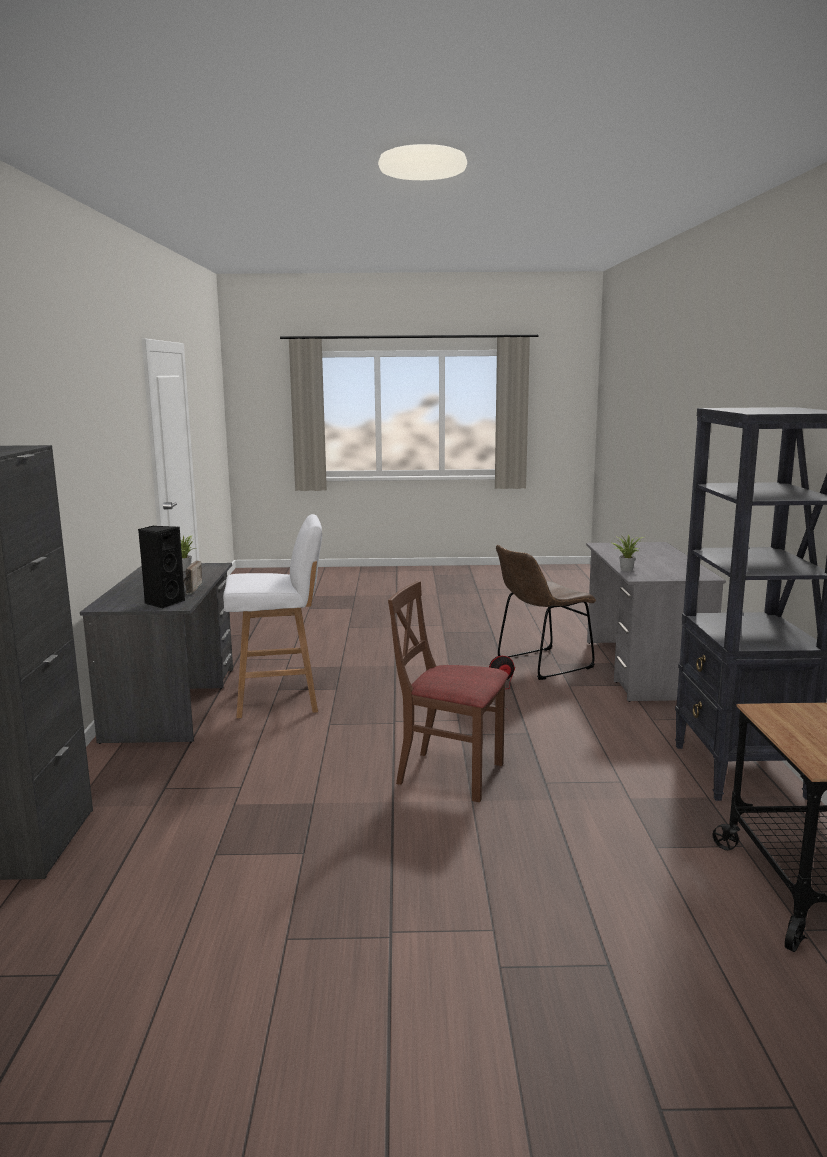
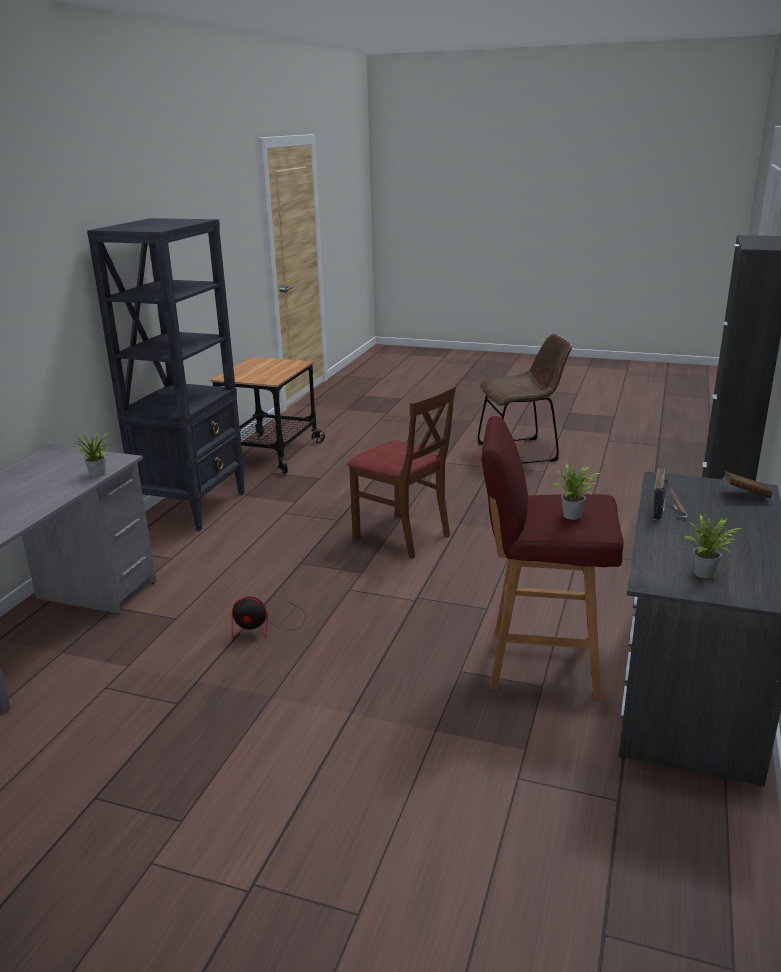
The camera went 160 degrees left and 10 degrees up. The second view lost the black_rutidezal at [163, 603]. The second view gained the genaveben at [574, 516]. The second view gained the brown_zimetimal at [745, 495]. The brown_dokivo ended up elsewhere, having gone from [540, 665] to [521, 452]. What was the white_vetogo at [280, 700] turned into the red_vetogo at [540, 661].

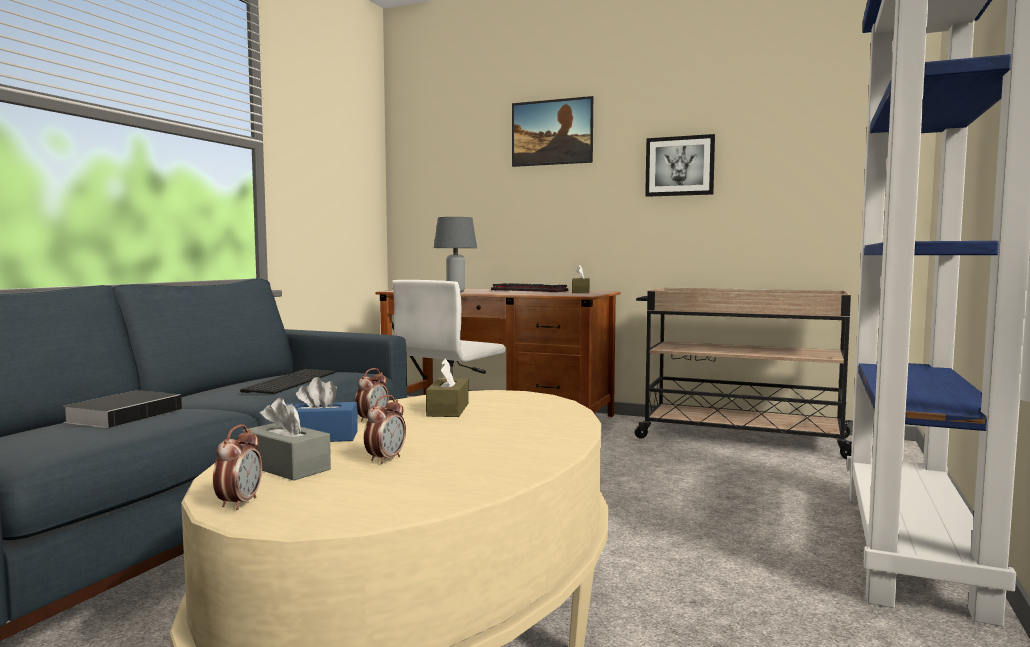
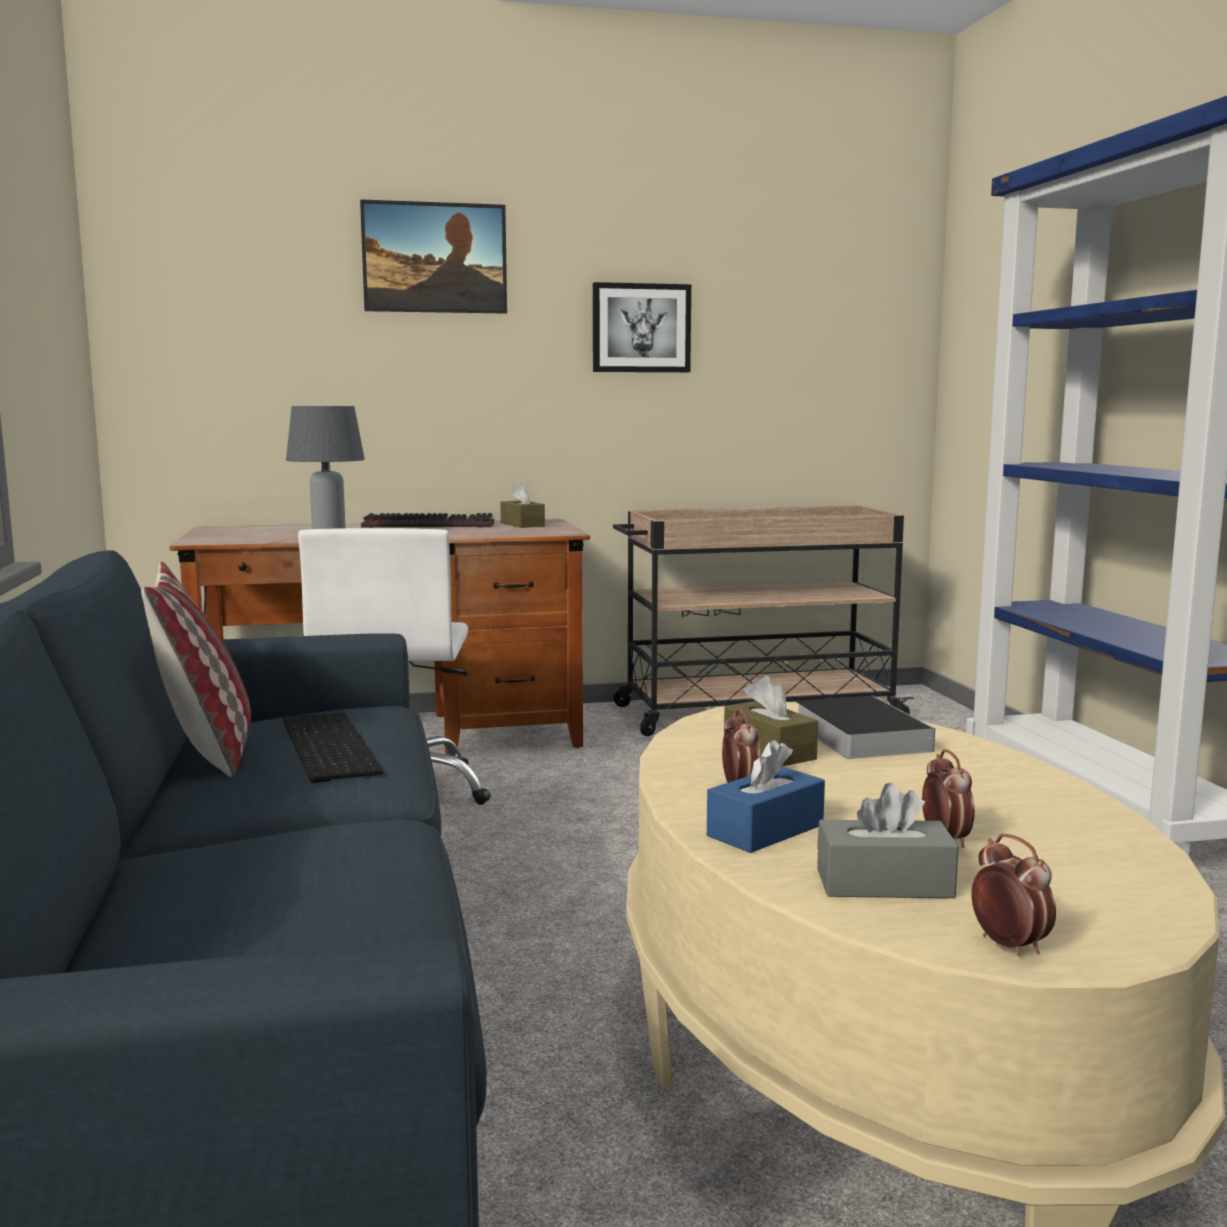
The camera went 35 degrees left and 5 degrees up. The second view gained the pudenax at [206, 750]. The zimetimal ended up elsewhere, having gone from [126, 415] to [857, 735].

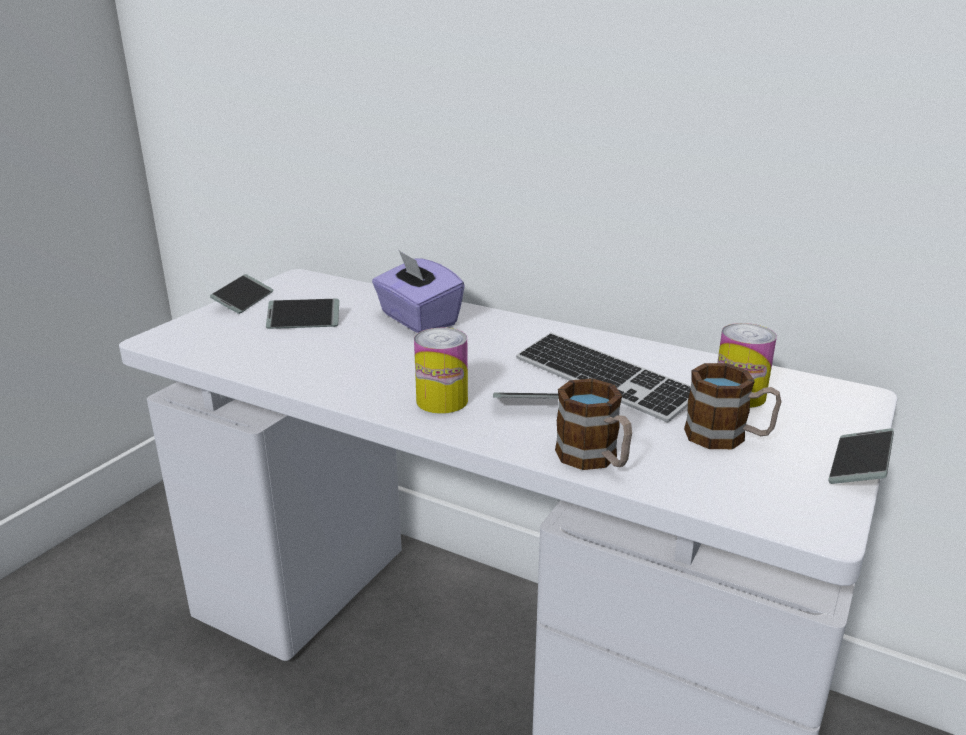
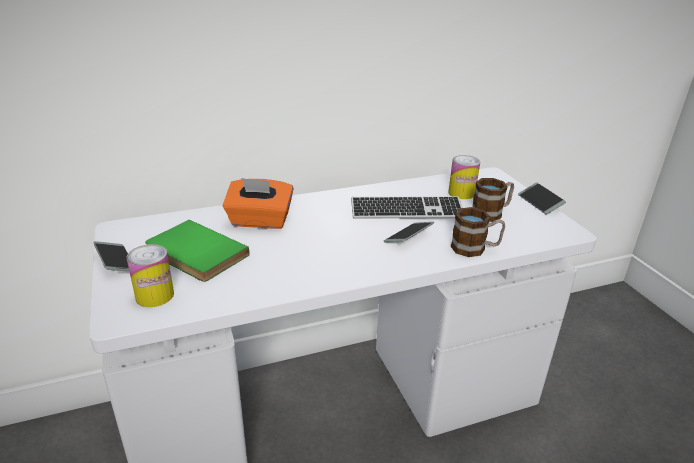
The camera went 50 degrees left and 5 degrees up. The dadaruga ended up elsewhere, having gone from [442, 401] to [155, 295]. Where the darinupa stood at [304, 321], the green_zimetimal came to stand at [194, 254]. What was the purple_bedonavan at [417, 319] turned into the orange_bedonavan at [260, 221].

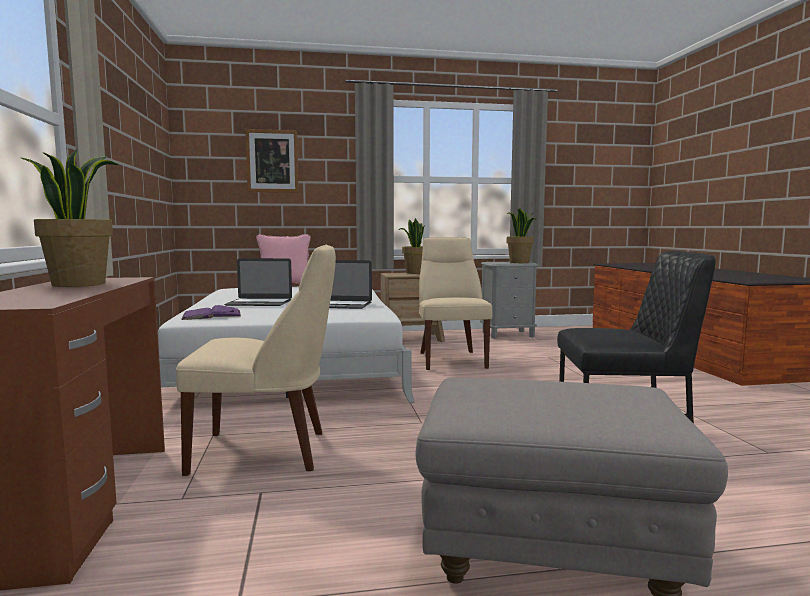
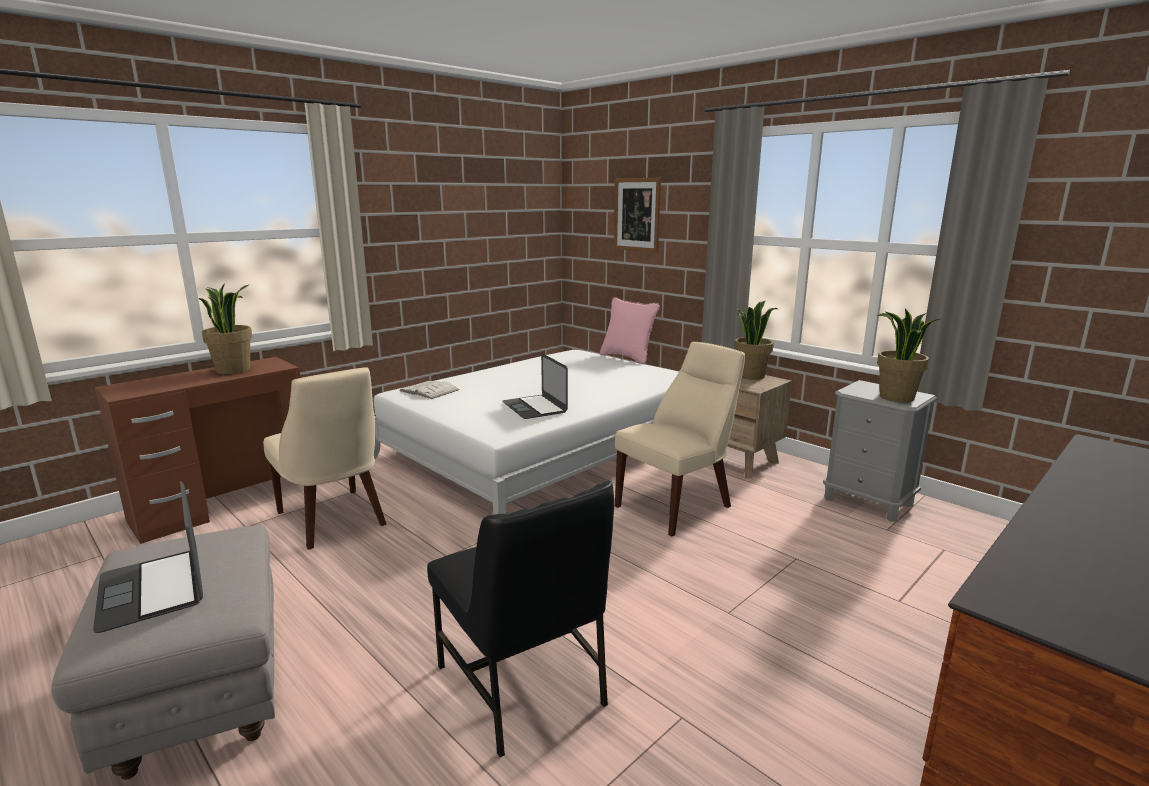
The camera went 55 degrees right and 10 degrees up. The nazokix ended up elsewhere, having gone from [259, 303] to [152, 589]. What was the purple_zimetimal at [212, 315] turned into the white_zimetimal at [429, 390].

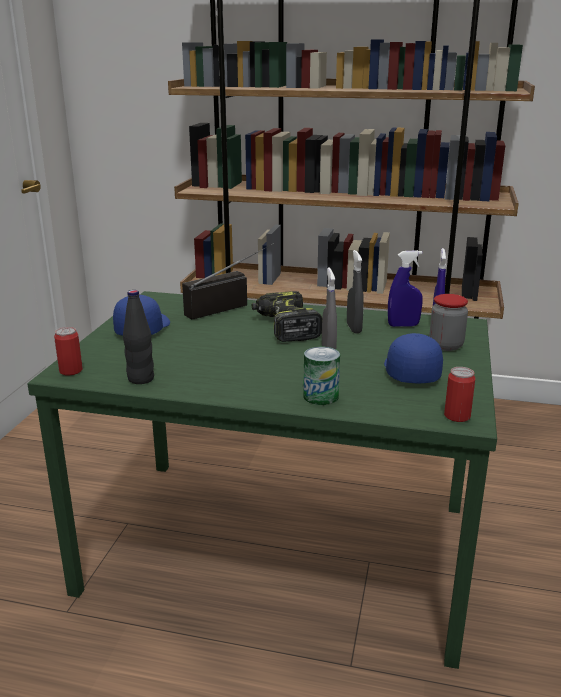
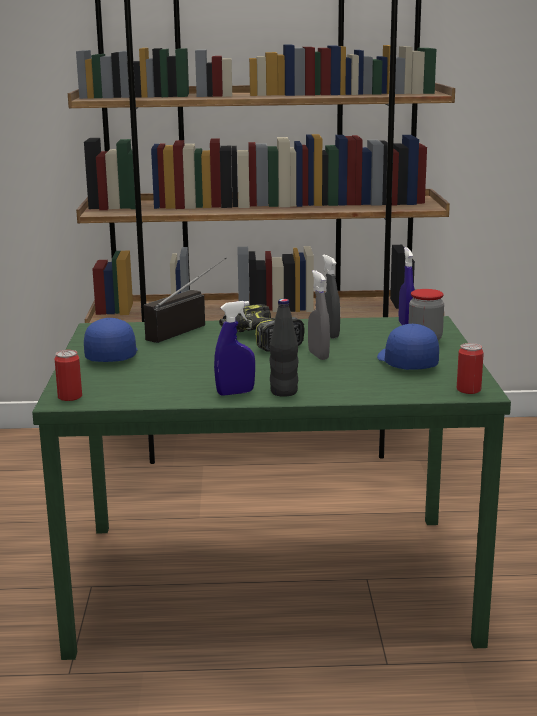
The camera went 15 degrees left and 5 degrees down. The second view lost the dadaruga at [320, 396]. The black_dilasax ended up elsewhere, having gone from [141, 379] to [284, 392]. The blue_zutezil ended up elsewhere, having gone from [403, 325] to [235, 393].

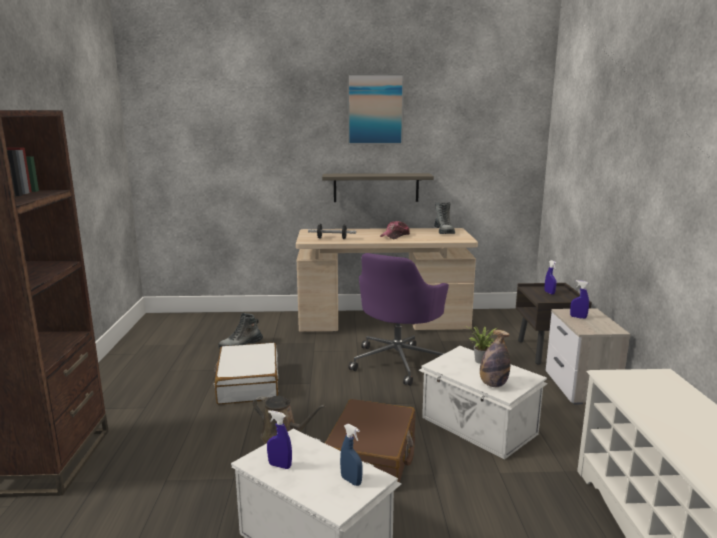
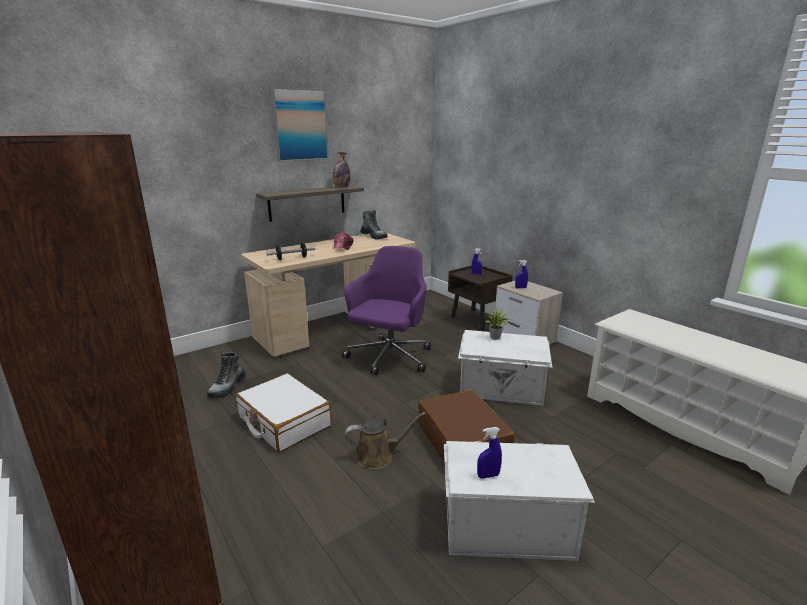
The camera went 35 degrees left and 5 degrees up. The second view lost the blue_zutezil at [351, 481]. The dilasax ended up elsewhere, having gone from [493, 384] to [341, 187]. The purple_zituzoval at [398, 361] ended up facing another way, 150 degrees counterclockwise from before.

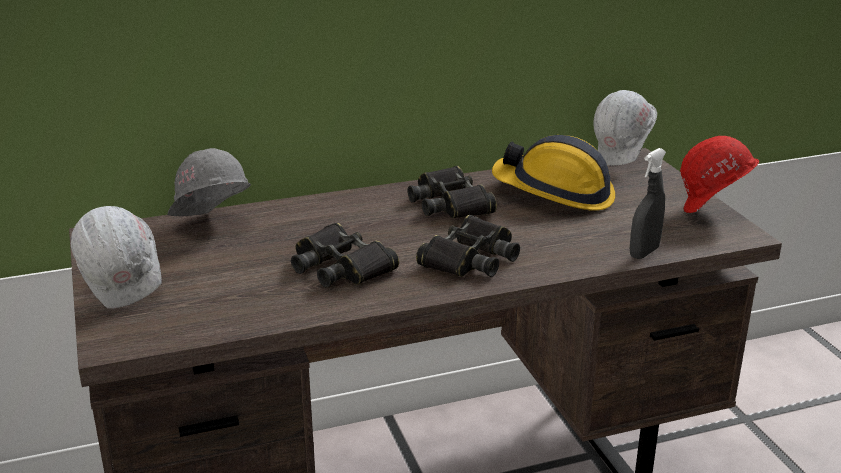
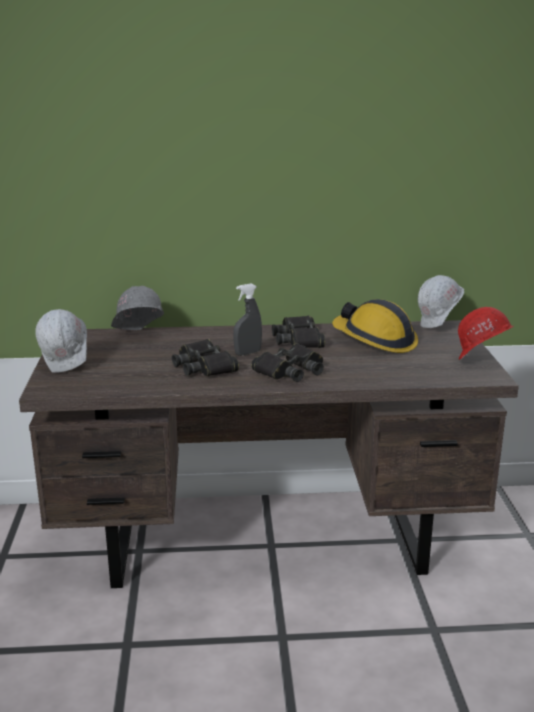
The camera went 15 degrees right and 5 degrees down. The grey_zutezil ended up elsewhere, having gone from [644, 252] to [247, 353].

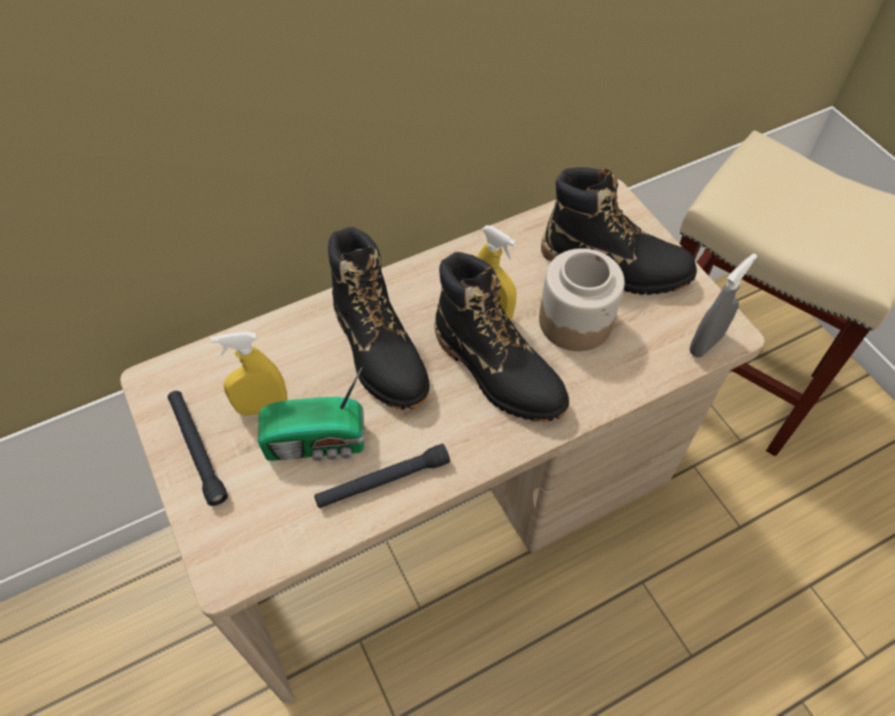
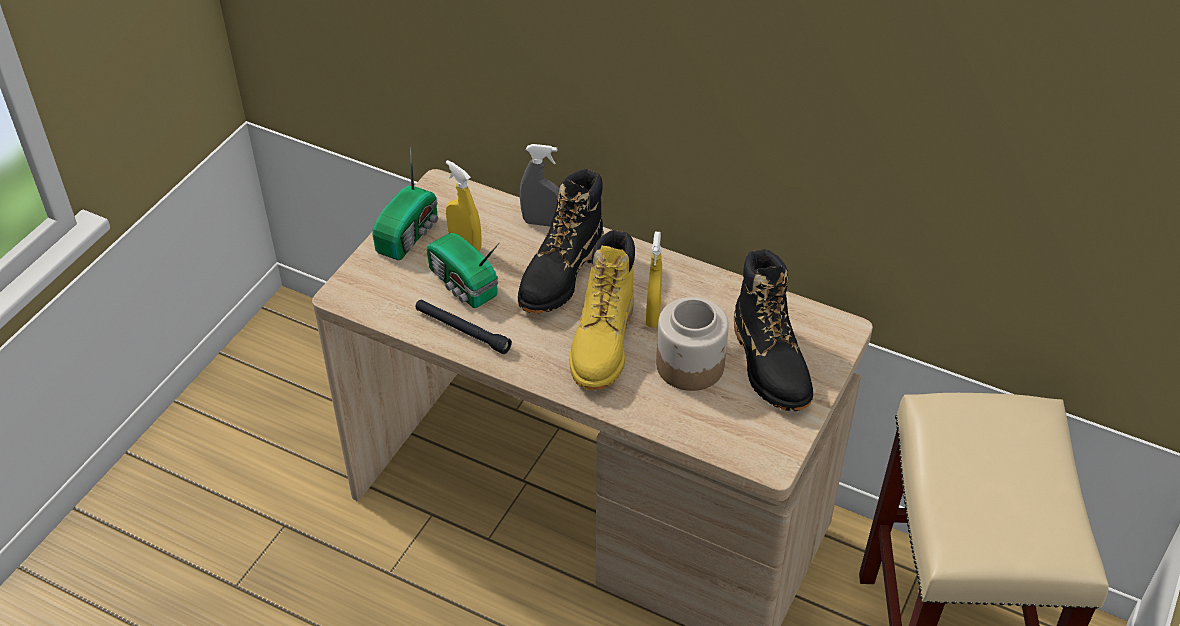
The camera went 55 degrees right and 10 degrees down. The grey_zutezil ended up elsewhere, having gone from [705, 343] to [542, 222]. Where the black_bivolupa stood at [197, 449], the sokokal came to stand at [410, 234]. What was the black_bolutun at [497, 370] turned into the yellow_bolutun at [603, 343].

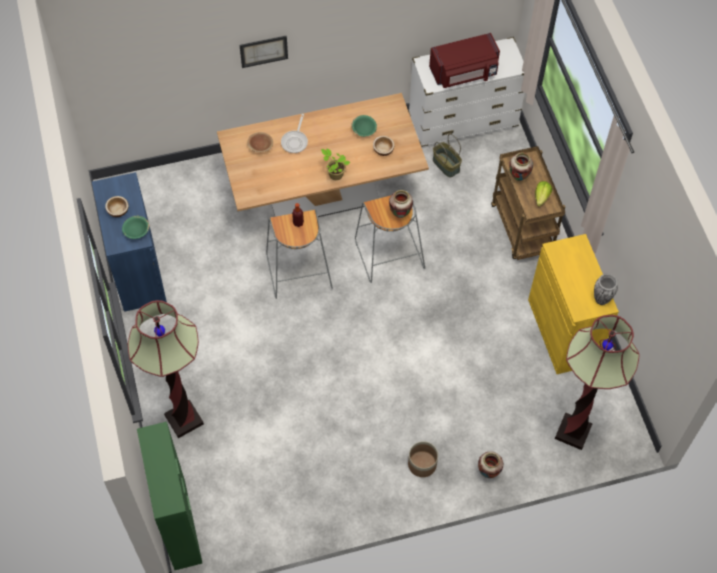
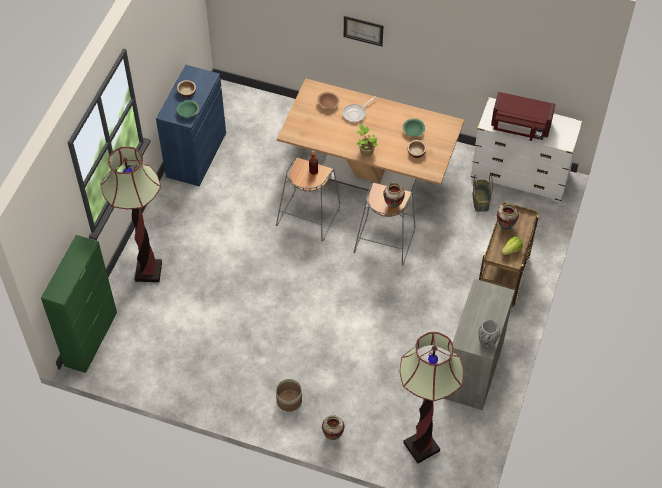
The camera went 35 degrees right and 5 degrees down. What was the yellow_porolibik at [562, 331] turned into the grey_porolibik at [473, 370].

